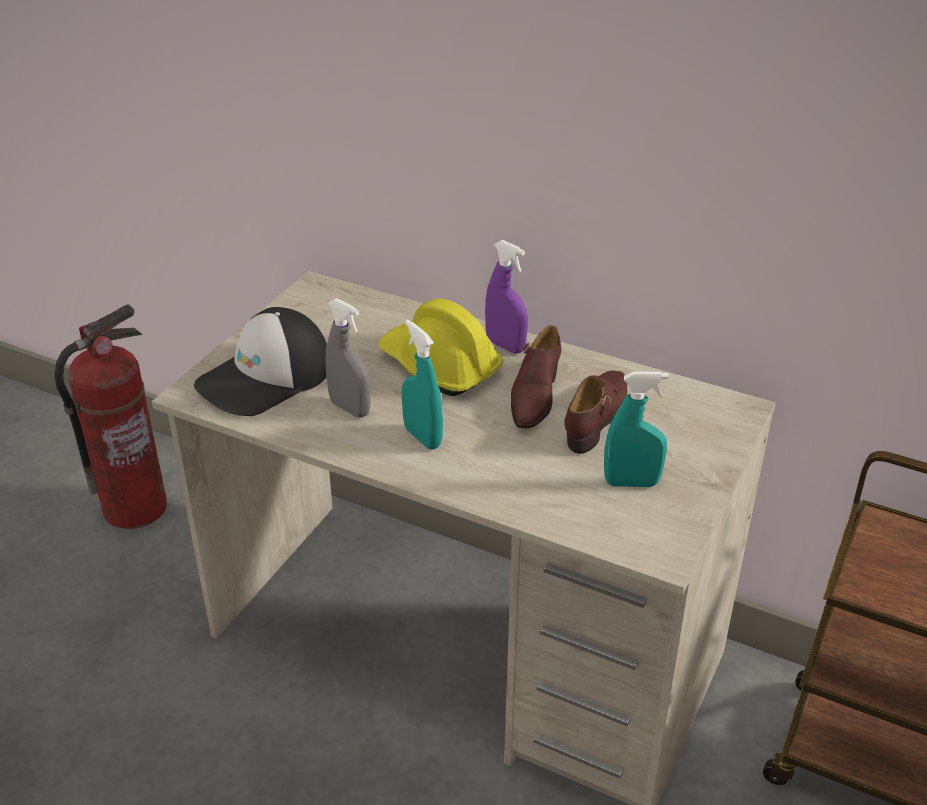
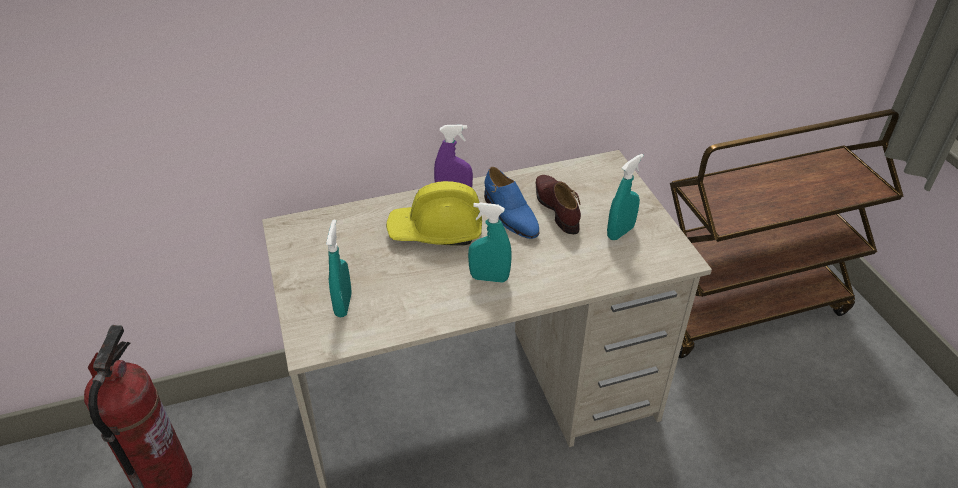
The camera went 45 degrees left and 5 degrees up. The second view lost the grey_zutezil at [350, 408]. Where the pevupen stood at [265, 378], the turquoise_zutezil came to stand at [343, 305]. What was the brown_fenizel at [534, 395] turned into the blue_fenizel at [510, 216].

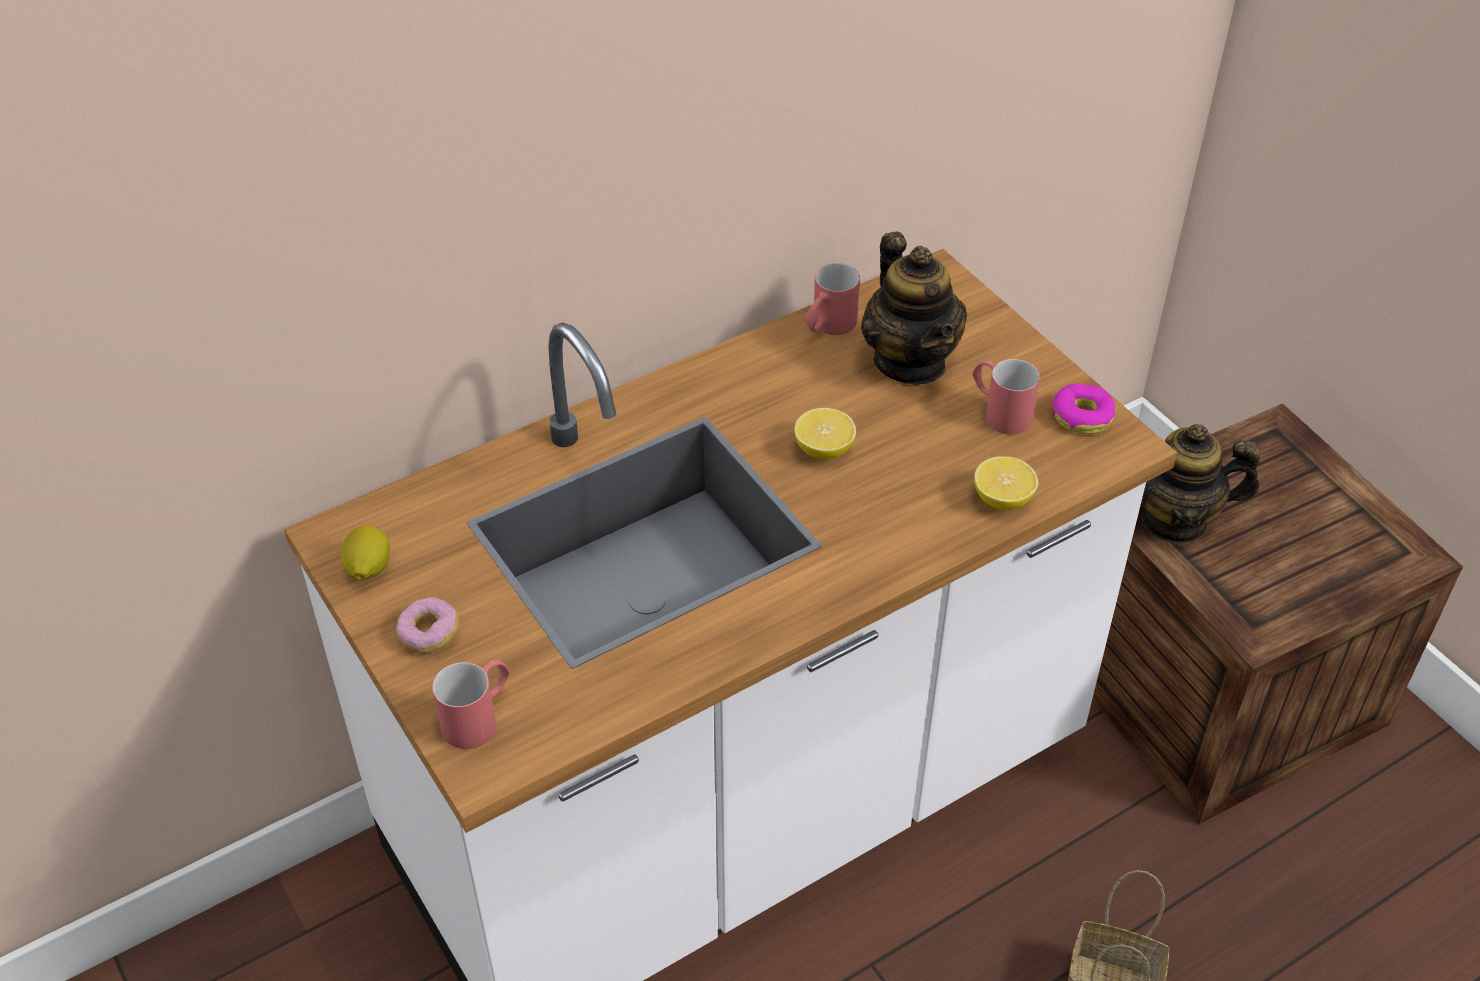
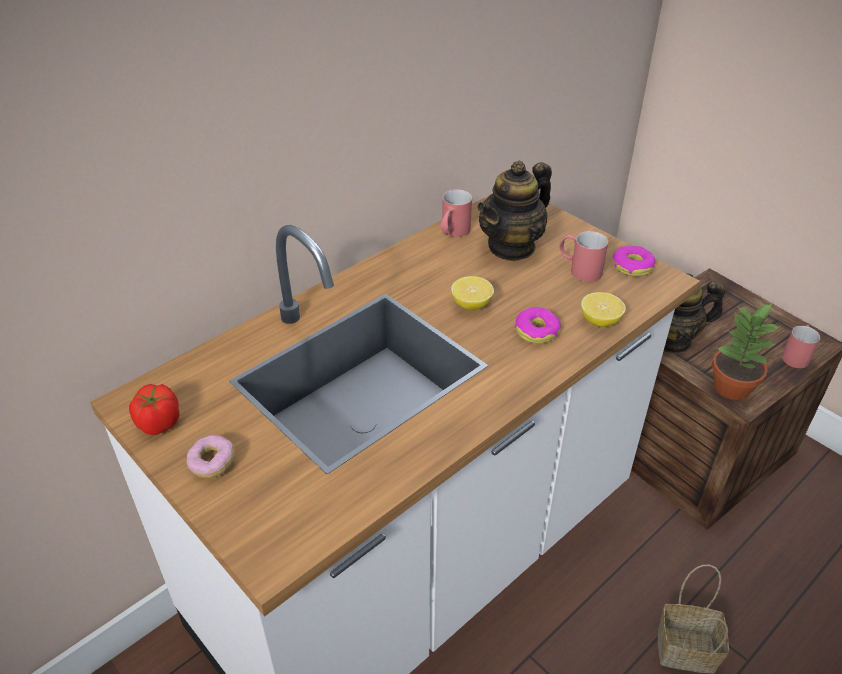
The camera went 10 degrees left and 5 degrees down. The second view gained the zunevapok at [537, 331]. The second view gained the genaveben at [730, 387]. The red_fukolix ended up elsewhere, having gone from [479, 717] to [796, 355]. Where the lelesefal stood at [368, 569], the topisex came to stand at [158, 422]. The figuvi at [910, 361] ended up facing another way, 75 degrees clockwise from before.

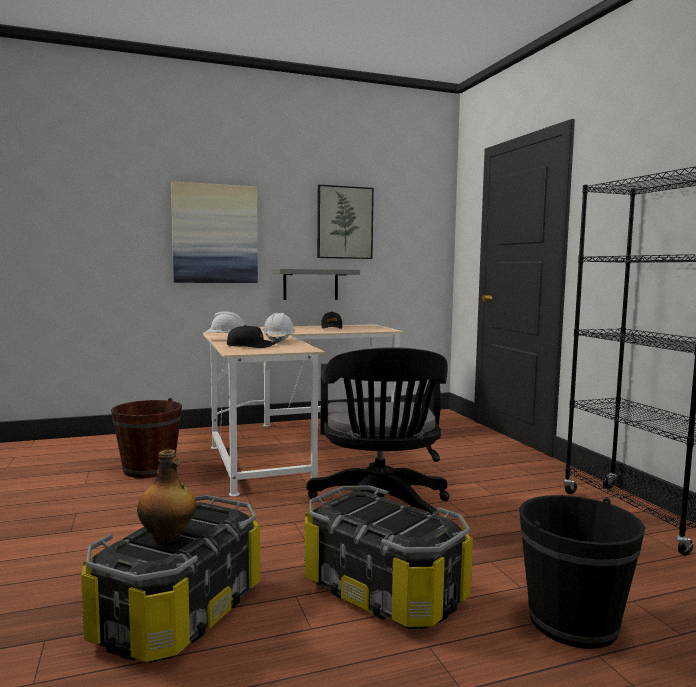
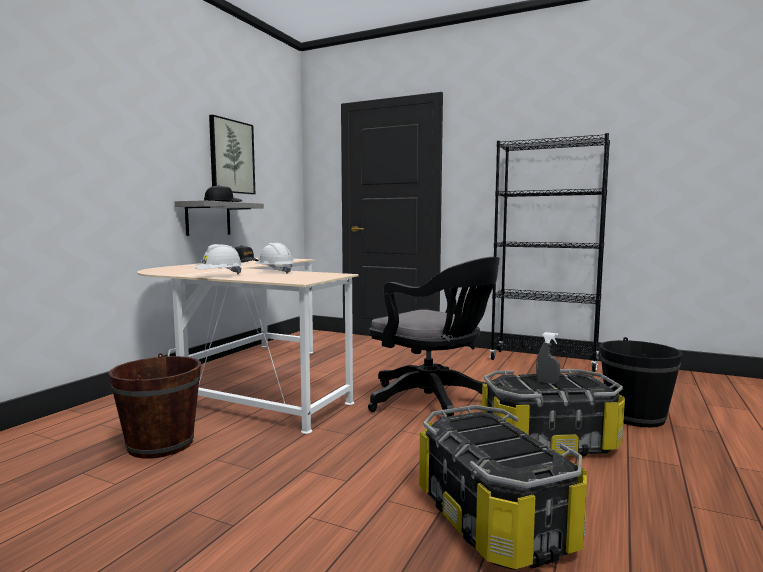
The camera went 45 degrees left and 0 degrees up. The second view lost the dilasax at [168, 537]. The second view lost the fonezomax at [215, 234]. The second view gained the grey_zutezil at [547, 382]. The black_pevupen ended up elsewhere, having gone from [251, 346] to [223, 202].

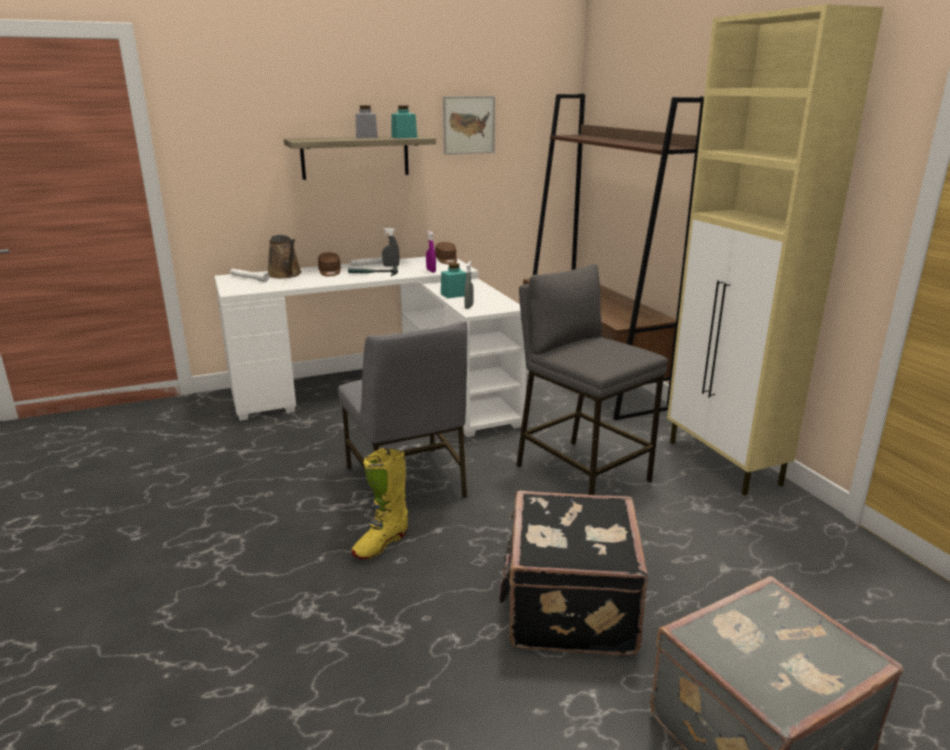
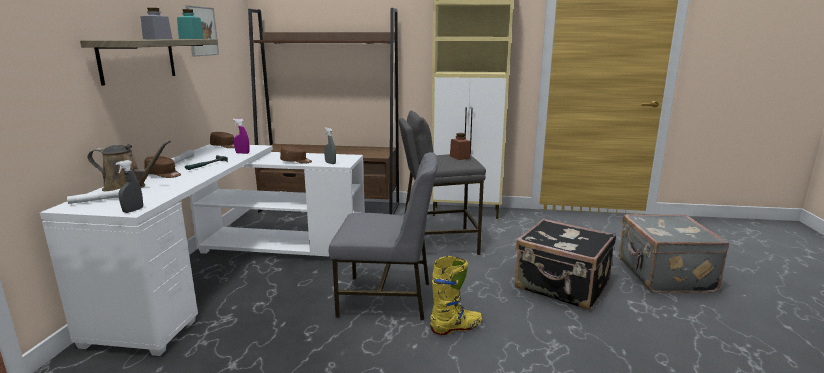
The camera went 60 degrees left and 5 degrees down. The second view gained the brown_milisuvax at [459, 157]. The grey_zutezil ended up elsewhere, having gone from [391, 266] to [133, 210]. Where the turquoise_milisuvax stood at [454, 294], the brown_pevupen came to stand at [296, 161]. The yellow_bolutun at [381, 543] ended up facing another way, 90 degrees counterclockwise from before.

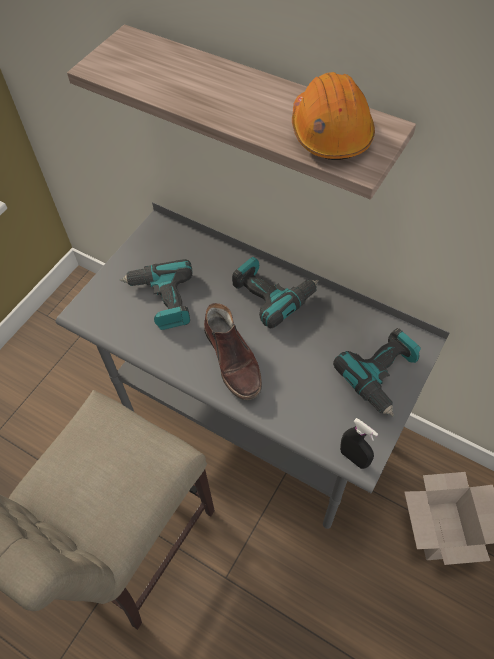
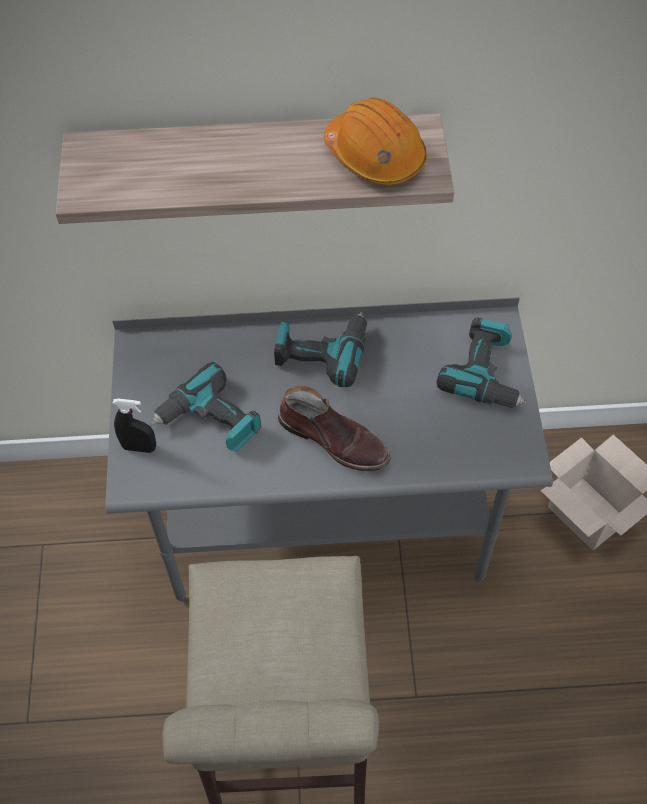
The camera went 35 degrees left and 0 degrees up. The black_zutezil ended up elsewhere, having gone from [353, 458] to [139, 447].

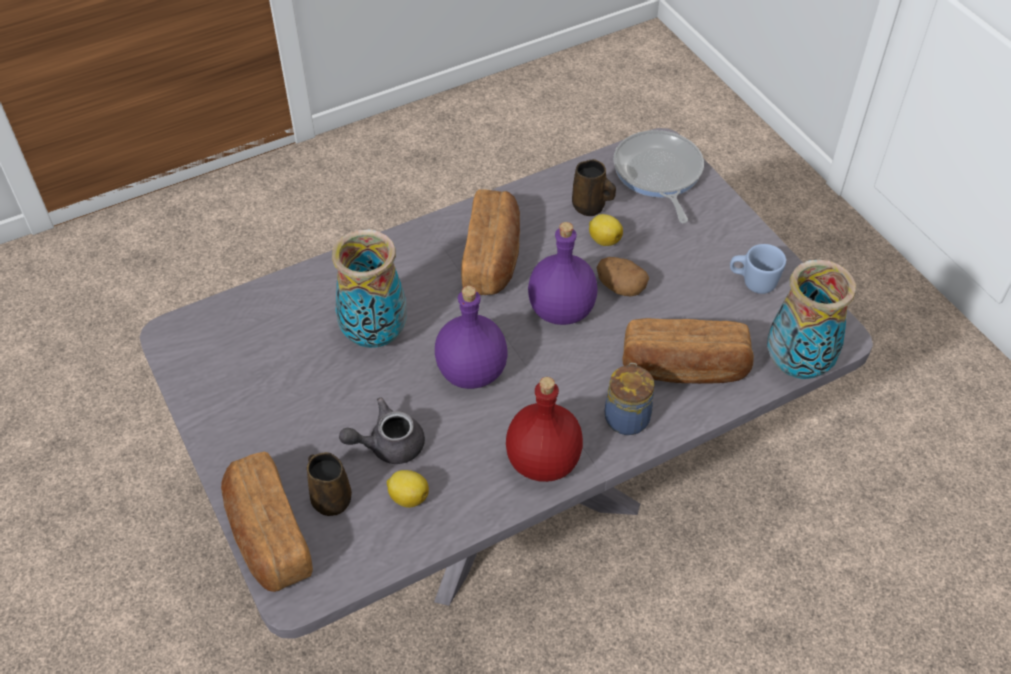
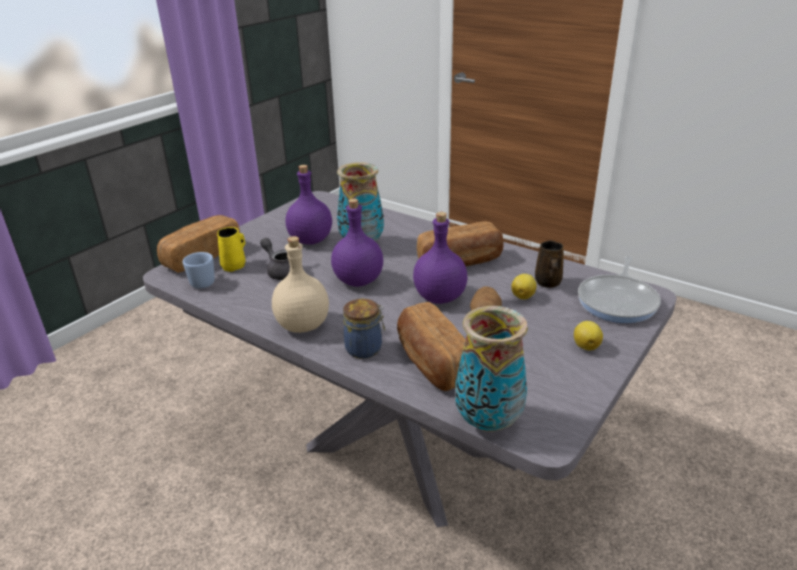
The camera went 65 degrees right and 20 degrees down. The second view gained the purple_dilasax at [310, 240]. The lelesefal ended up elsewhere, having gone from [408, 497] to [586, 346]. The blue_fukolix ended up elsewhere, having gone from [752, 282] to [203, 281]. What was the brown_fukolix at [330, 498] turned into the yellow_fukolix at [234, 265]. What was the red_dilasax at [544, 460] turned into the beige_dilasax at [304, 325]. The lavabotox at [658, 174] ended up facing another way, 150 degrees clockwise from before.

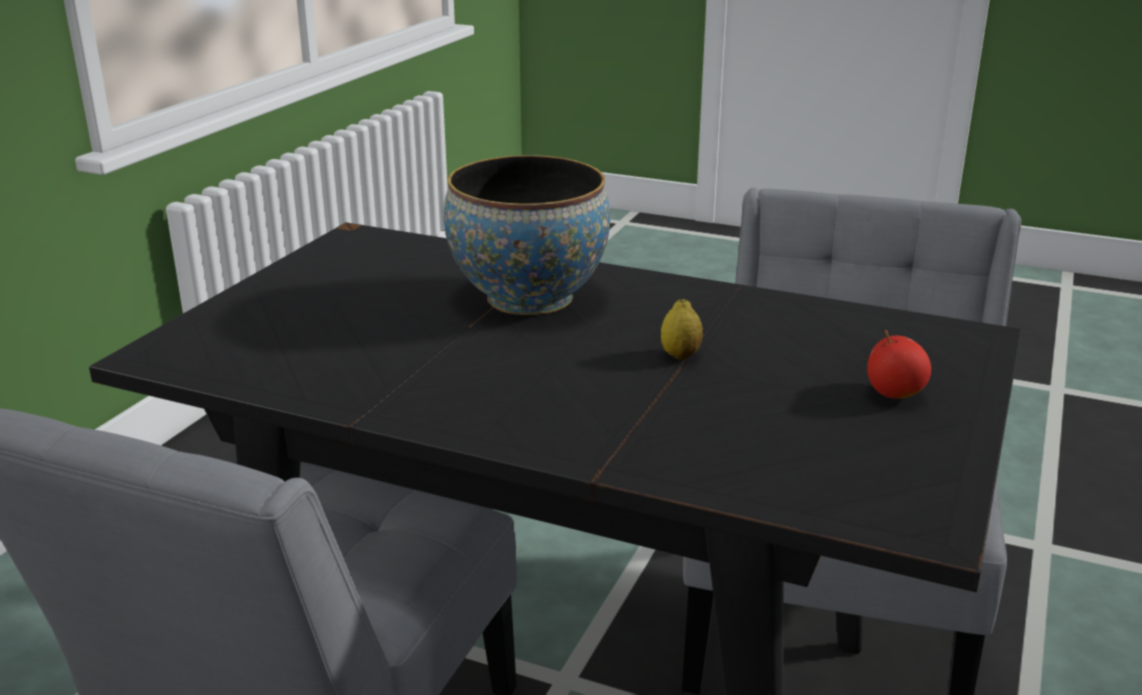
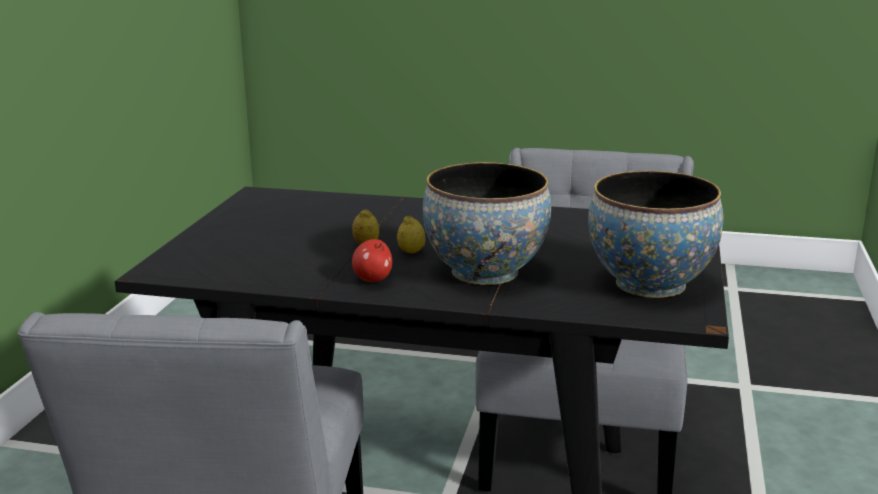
The camera went 170 degrees right and 5 degrees down. The second view gained the lelesefal at [411, 252]. The second view gained the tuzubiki at [650, 284]. The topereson ended up elsewhere, having gone from [894, 393] to [373, 279].

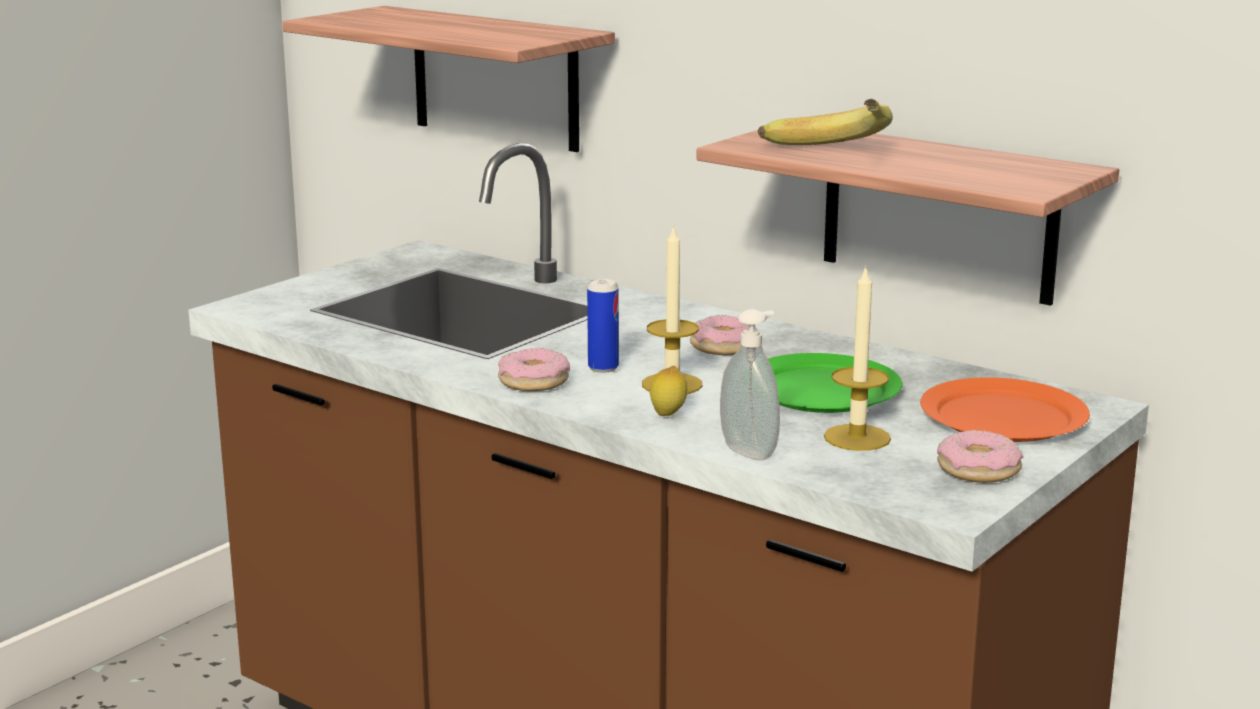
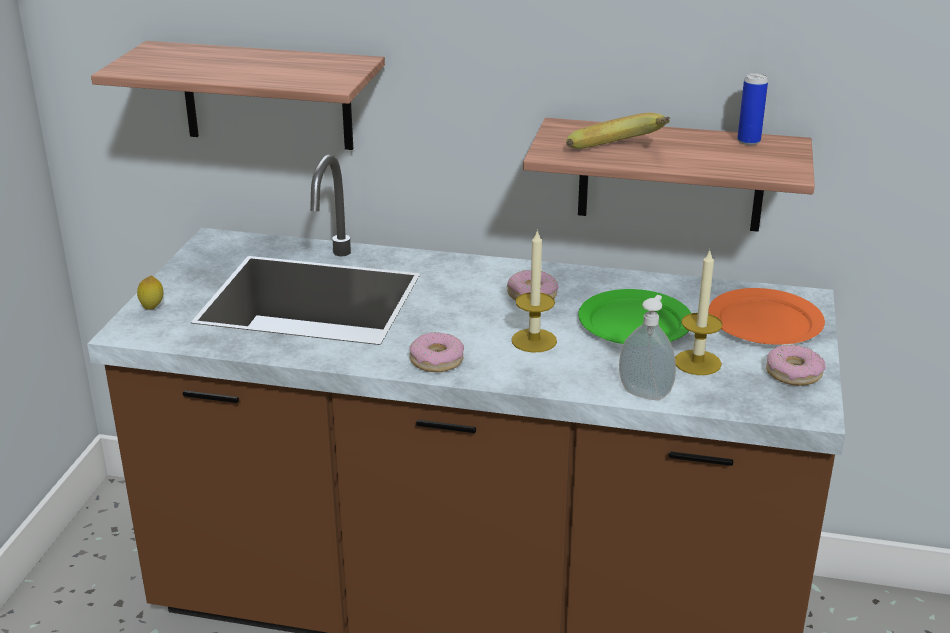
The camera went 25 degrees left and 10 degrees up. The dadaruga ended up elsewhere, having gone from [603, 368] to [748, 141]. The lelesefal ended up elsewhere, having gone from [668, 415] to [152, 308].

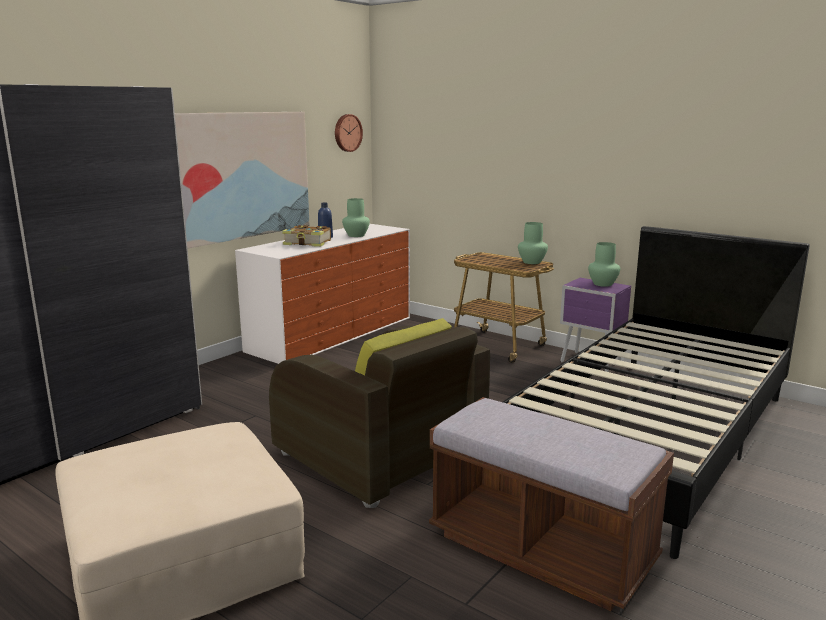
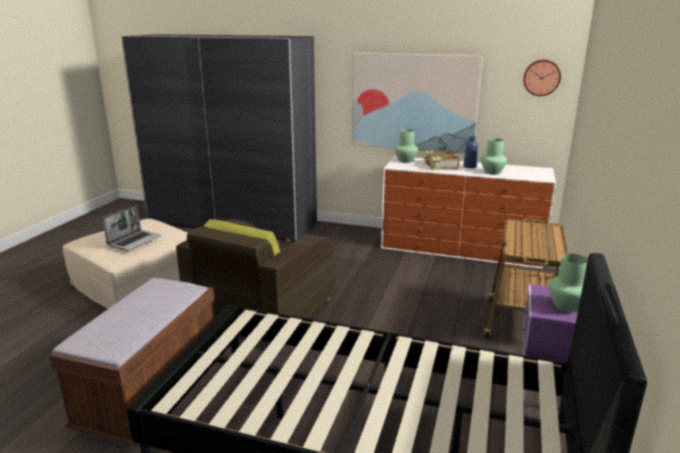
The camera went 70 degrees right and 5 degrees up. The second view gained the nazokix at [135, 241]. The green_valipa ended up elsewhere, having gone from [532, 262] to [406, 161].

